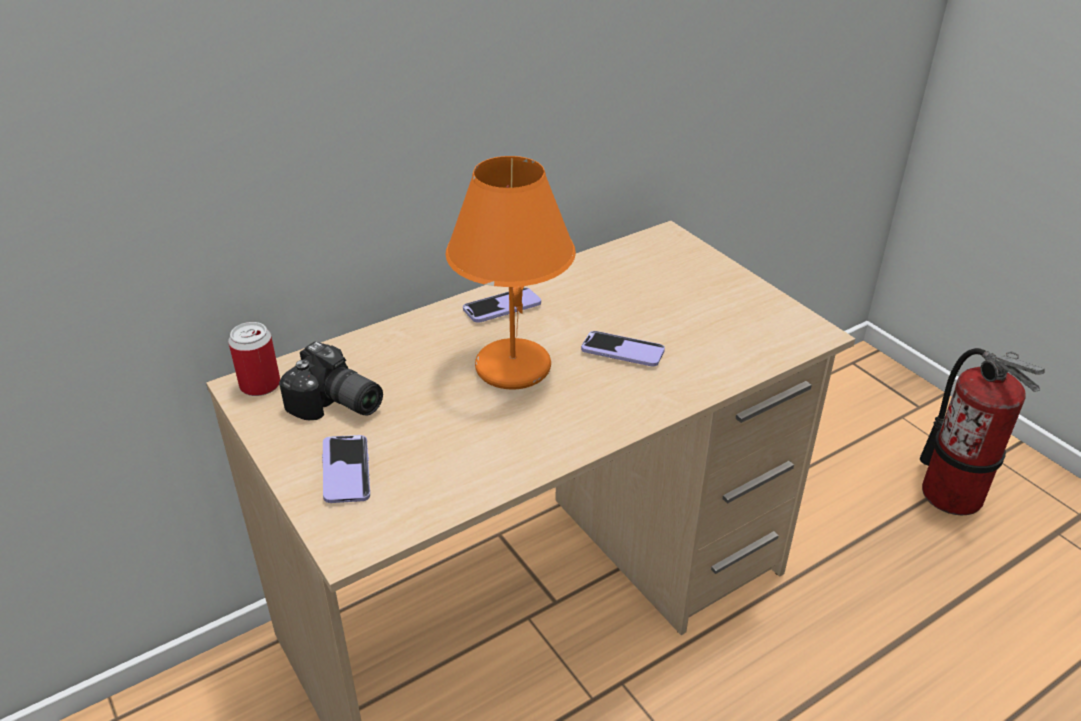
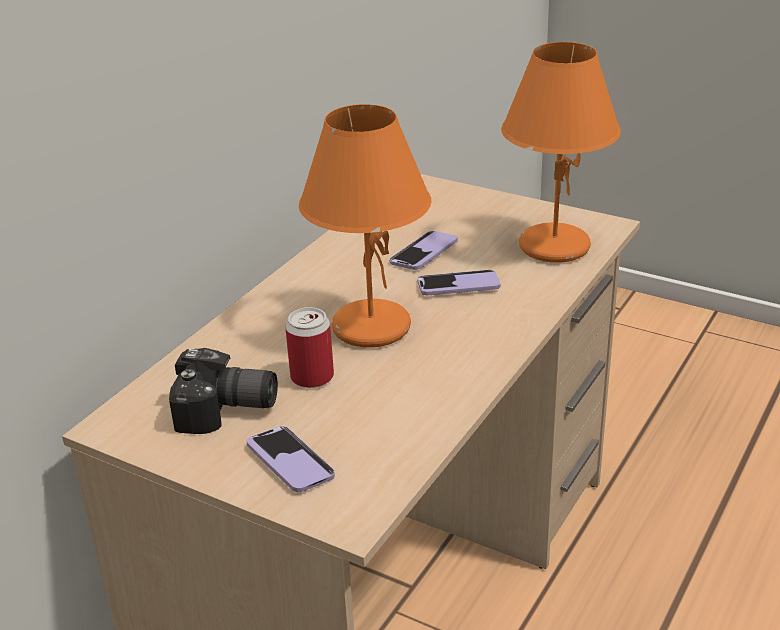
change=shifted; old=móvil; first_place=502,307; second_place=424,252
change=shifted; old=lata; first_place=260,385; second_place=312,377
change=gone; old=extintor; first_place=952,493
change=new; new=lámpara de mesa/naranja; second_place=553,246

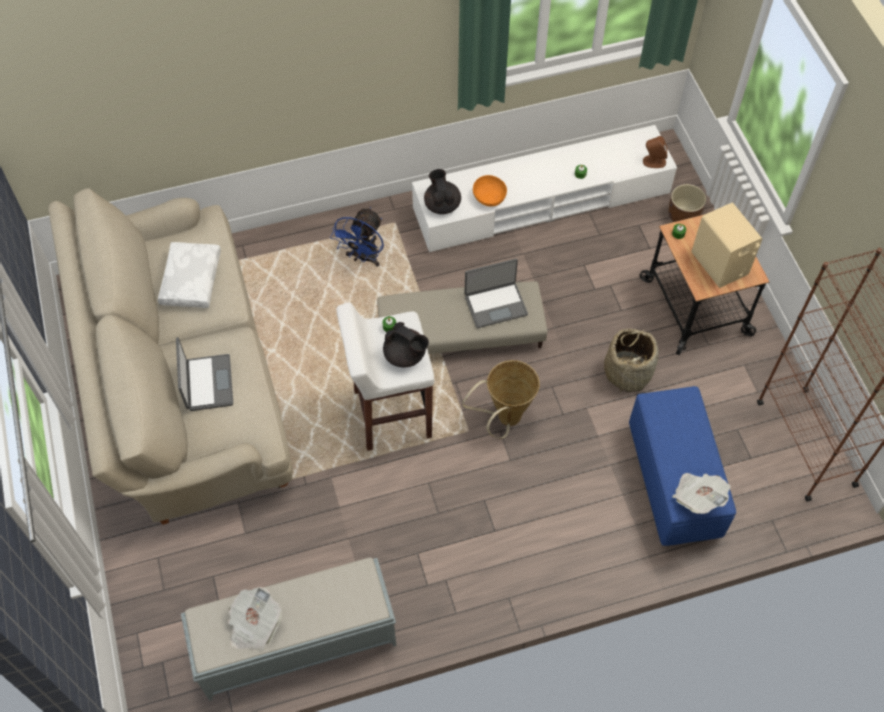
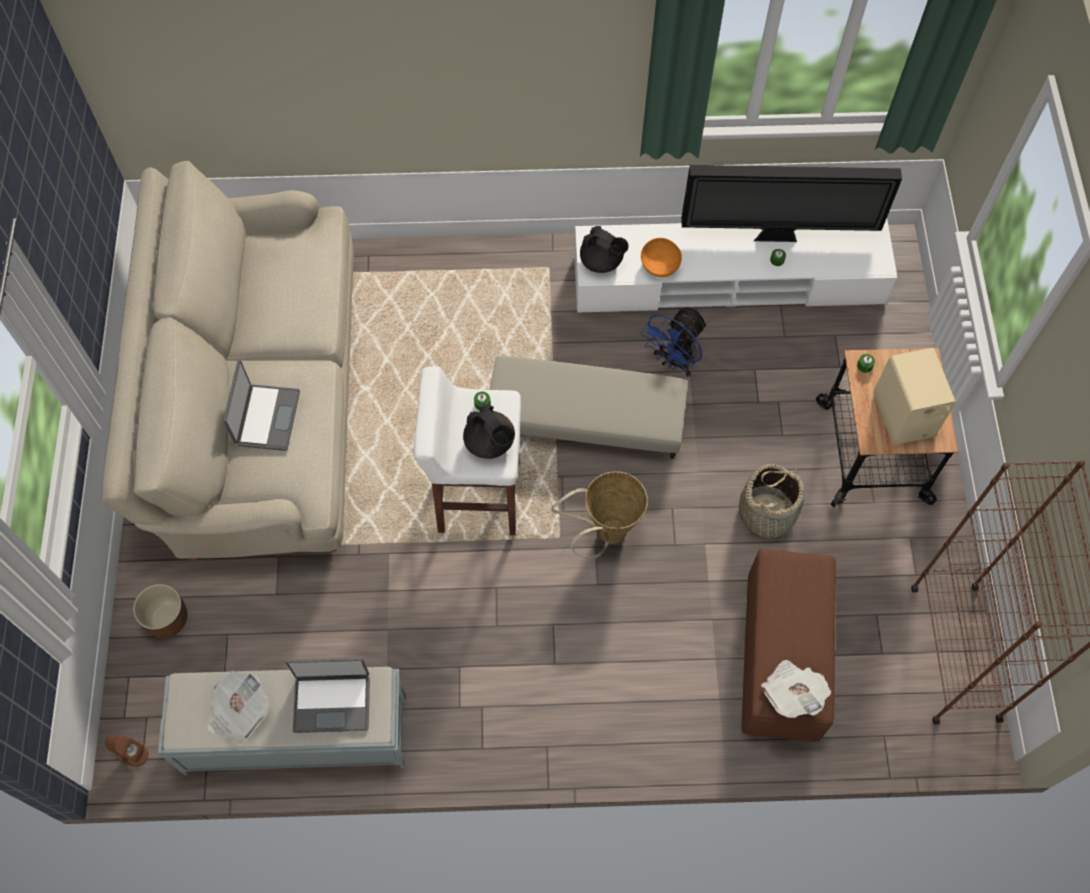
change=shifted; old=altavoz/marrón; first_place=654,161; second_place=132,753
change=rotated; old=tetera/negro; first_place=442,204; second_place=602,261; degrees=120
change=shifted; old=maceta/marrón; first_place=682,216; second_place=167,618
change=shifted; old=ventilador/azul; first_place=363,258; second_place=673,362
change=gone; old=cojín/blanco; first_place=190,279
change=shifted; old=portátil; first_place=495,304; second_place=332,701
change=repainted; old=puf/azul; new=puf/marrón; first_place=674,481; second_place=781,658
change=new; new=televisor; second_place=778,236

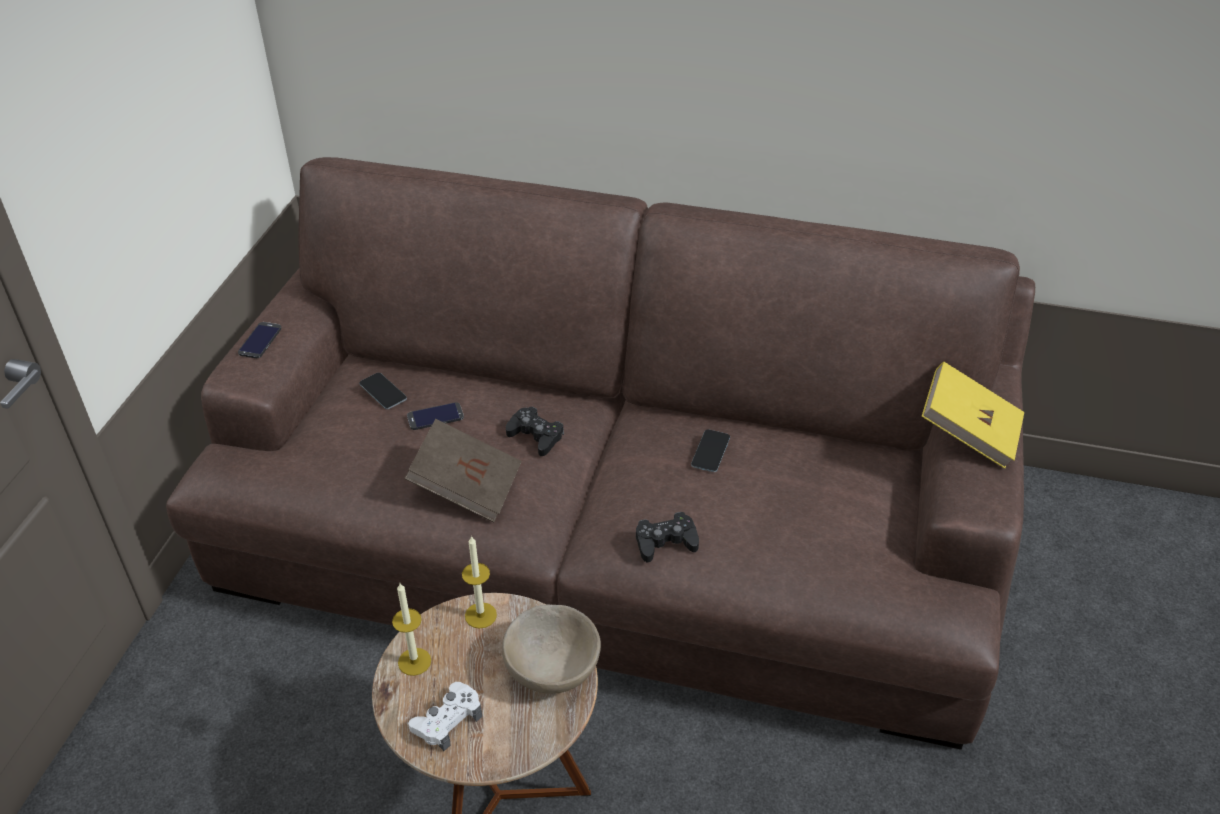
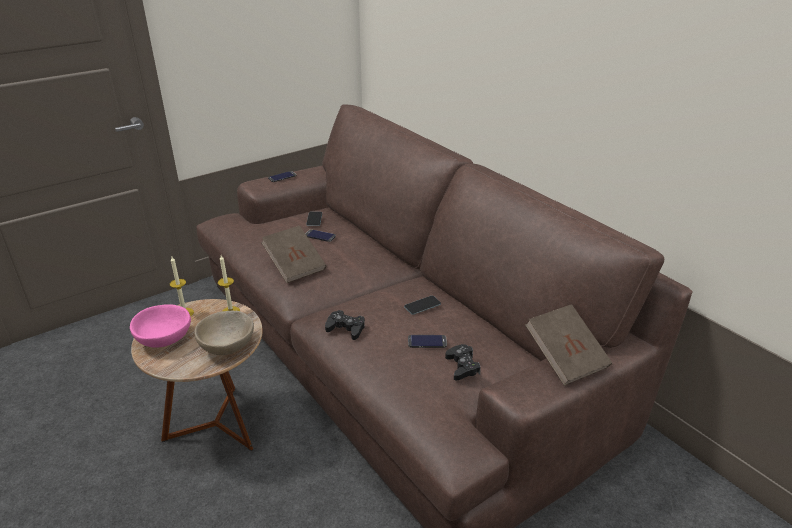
change=repainted; old=libro/amarillo; new=libro/marrón; first_place=968,433; second_place=565,358
change=shifted; old=mando de consola/negro; first_place=536,436; second_place=462,366
change=swapped; old=mando de consola/blanco; new=cuenco/rosa; first_place=447,720; second_place=164,340
change=new; new=móvil; second_place=427,342

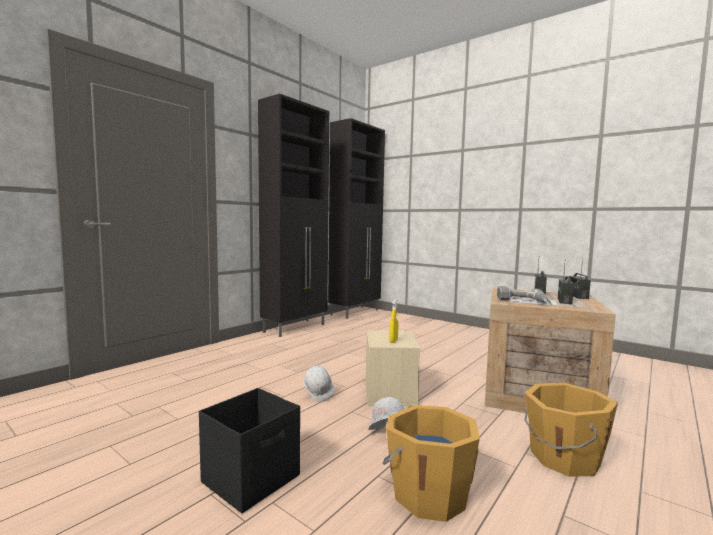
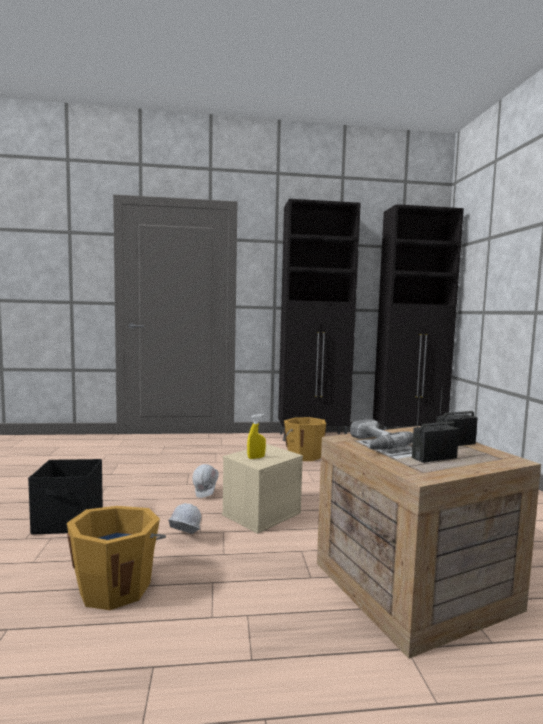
change=gone; old=radio; first_place=577,296
change=shifted; old=cubo/naranja; first_place=563,458; second_place=303,455

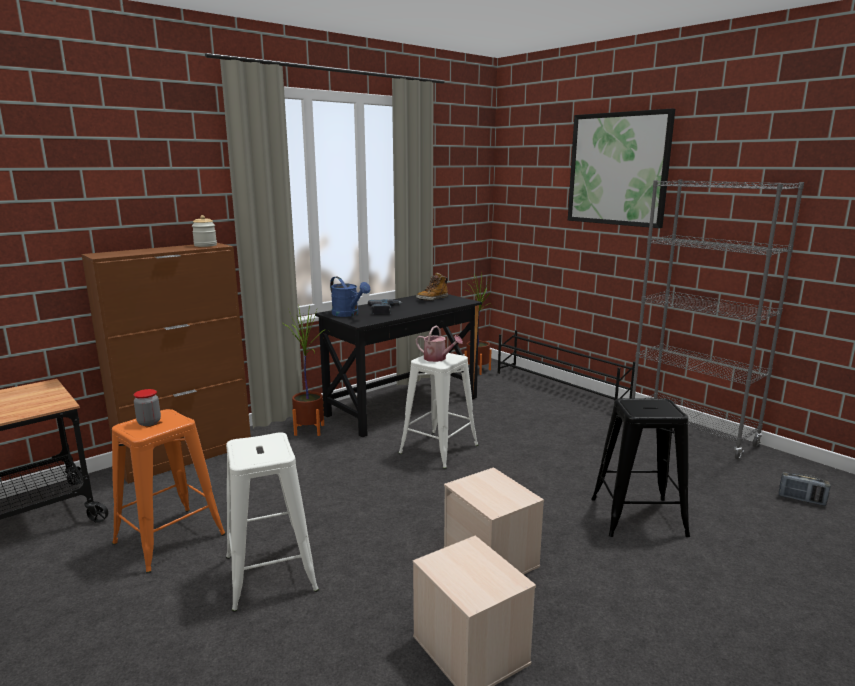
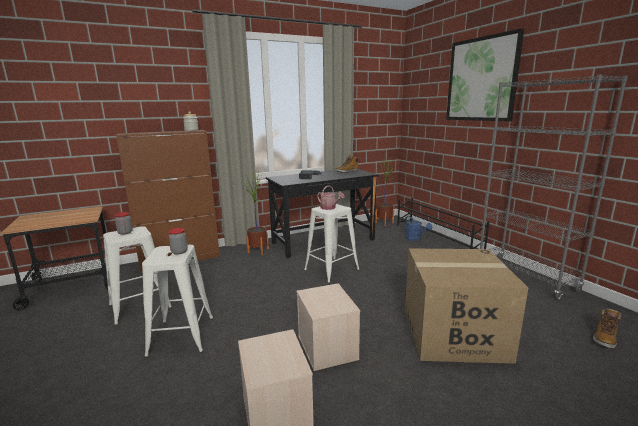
change=shifted; old=regadera/azul; first_place=348,314; second_place=415,239
change=swapped; old=taburete/negro; new=caja de cartón; first_place=638,517; second_place=453,333
change=repainted; old=taburete/naranja; new=taburete/blanco; first_place=168,539; second_place=139,306
change=swapped; old=radio; new=bota; first_place=801,499; second_place=604,338
change=new; new=tarro; second_place=179,252

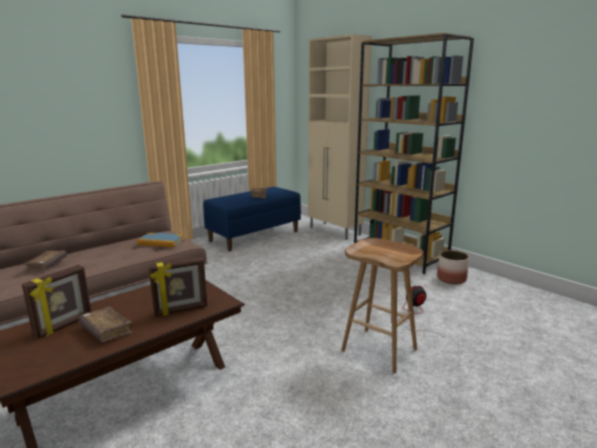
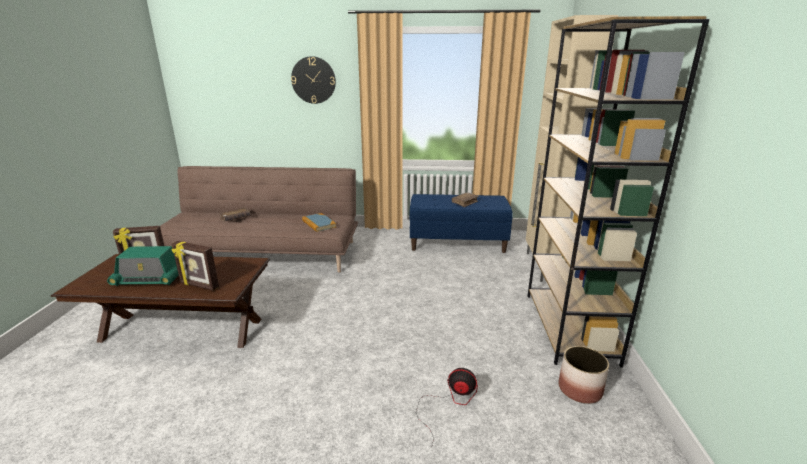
change=gone; old=taburete/marrón; first_place=380,350
change=swapped; old=libro/marrón; new=radio; first_place=106,330; second_place=149,279
change=new; new=reloj de pared; second_place=313,80

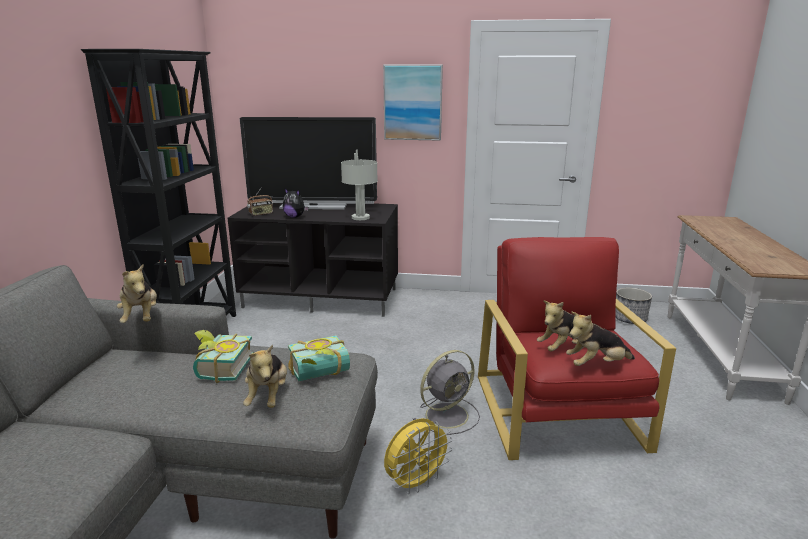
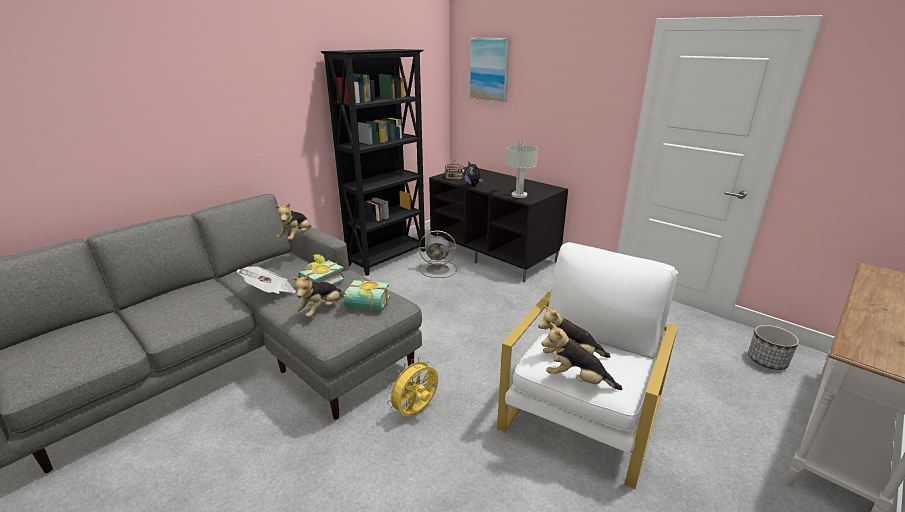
change=shifted; old=cuadro; first_place=413,102; second_place=489,69
change=gone; old=televisor; first_place=313,206
change=repainted; old=sillón/rojo; new=sillón/blanco; first_place=558,412; second_place=581,413
change=shifted; old=ventilador/gris; first_place=448,415; second_place=439,269
change=rotated; old=ventilador/amarillo; first_place=416,483; second_place=416,412; degrees=135
change=new; new=periódico; second_place=270,292

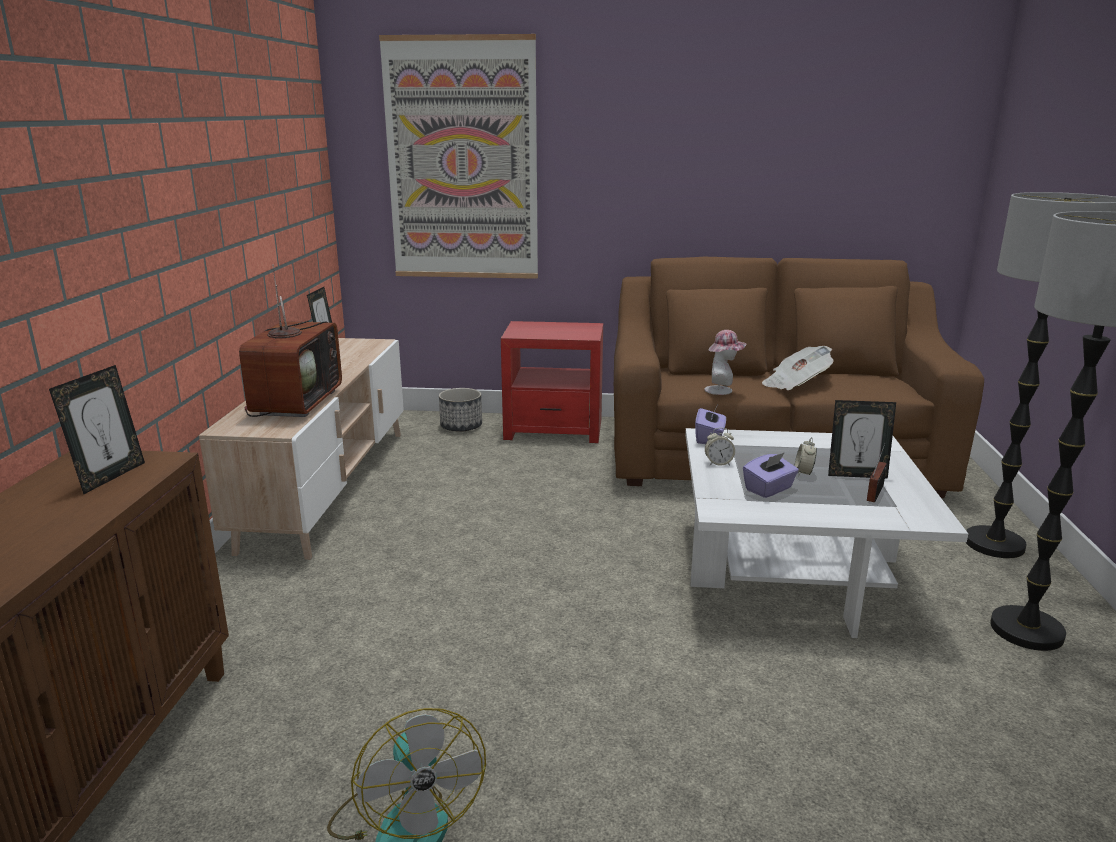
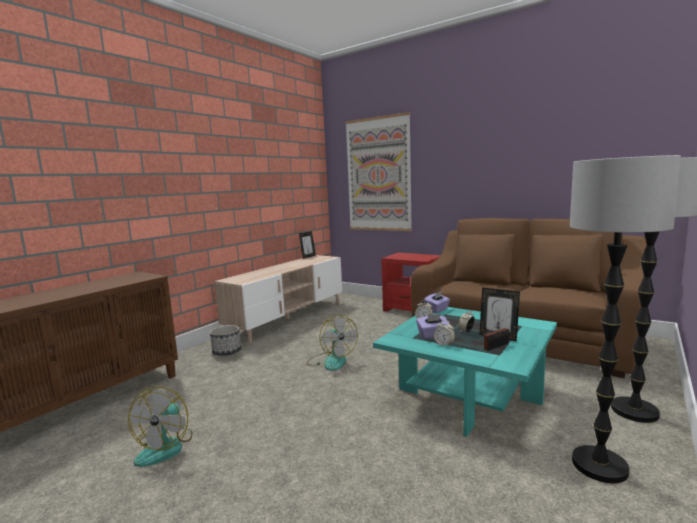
change=gone; old=televisor; first_place=295,402
change=gone; old=sombrero; first_place=722,390
change=gone; old=periódico; first_place=795,385
change=gone; old=portarretratos; first_place=110,477
change=shifted; old=maceta; first_place=461,426; second_place=226,351
change=repainted; old=mesa de centro/blanco; new=mesa de centro/turquesa; first_place=795,573; second_place=467,396
change=new; new=ventilador; second_place=331,361
change=new; new=despertador; second_place=444,344

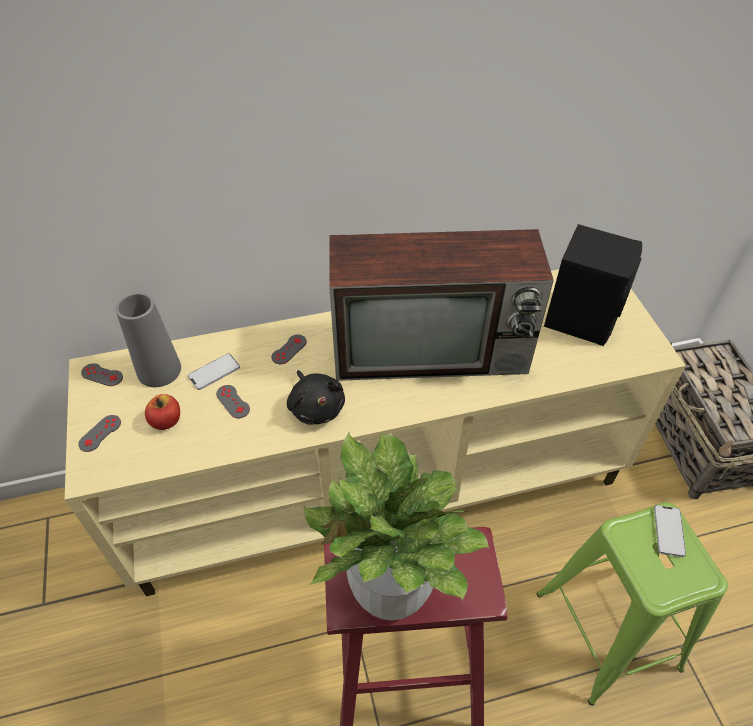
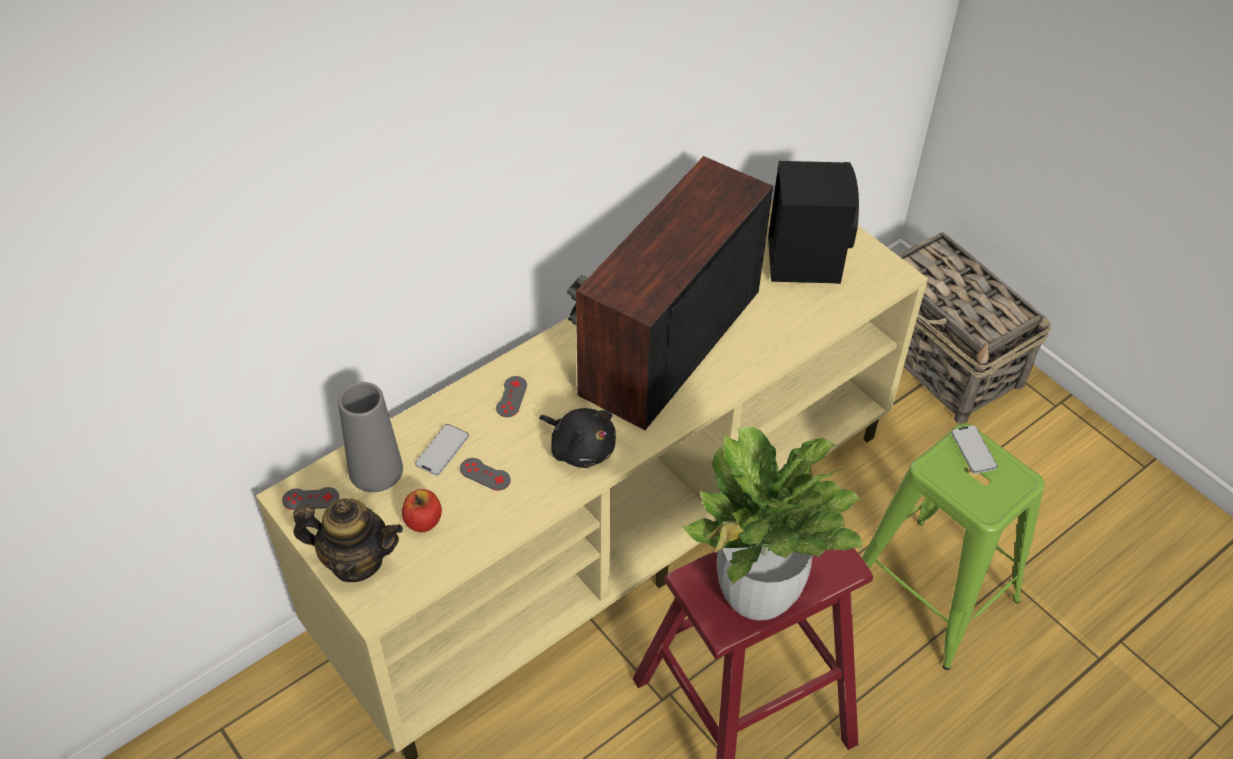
change=rotated; old=televisor; first_place=433,350; second_place=670,345; degrees=150
change=swapped; old=mando de consola/gris; new=tetera; first_place=100,433; second_place=356,560

